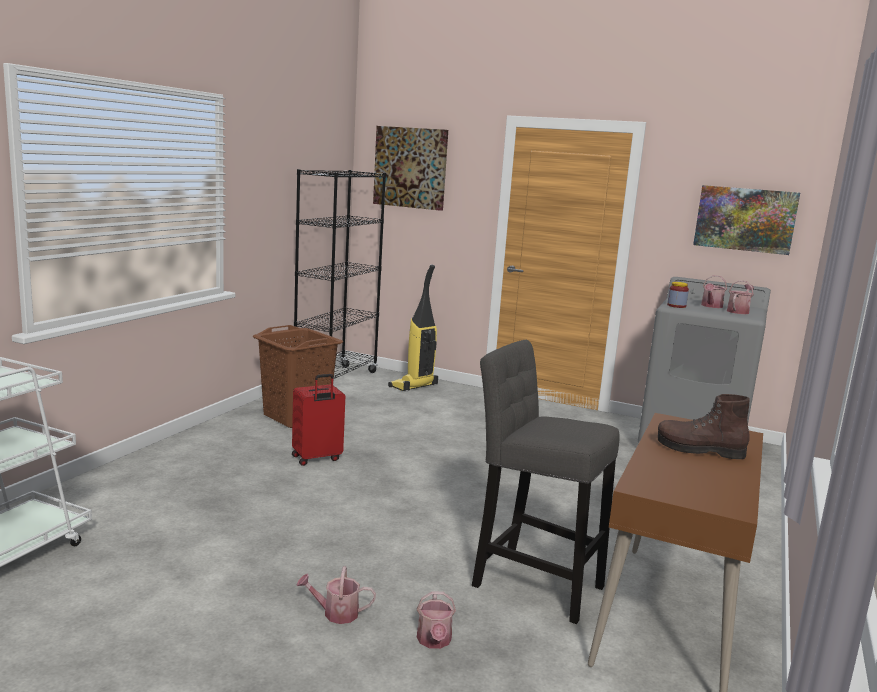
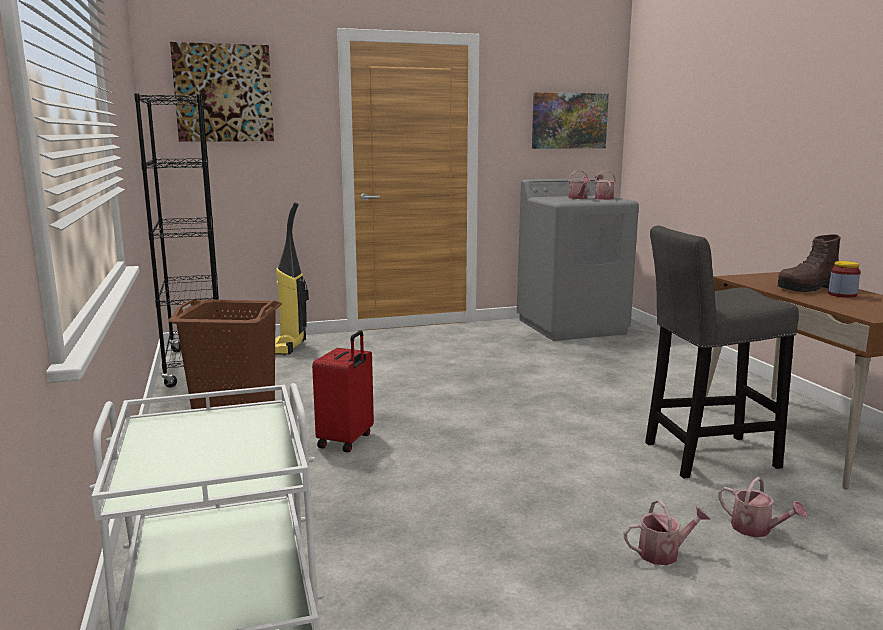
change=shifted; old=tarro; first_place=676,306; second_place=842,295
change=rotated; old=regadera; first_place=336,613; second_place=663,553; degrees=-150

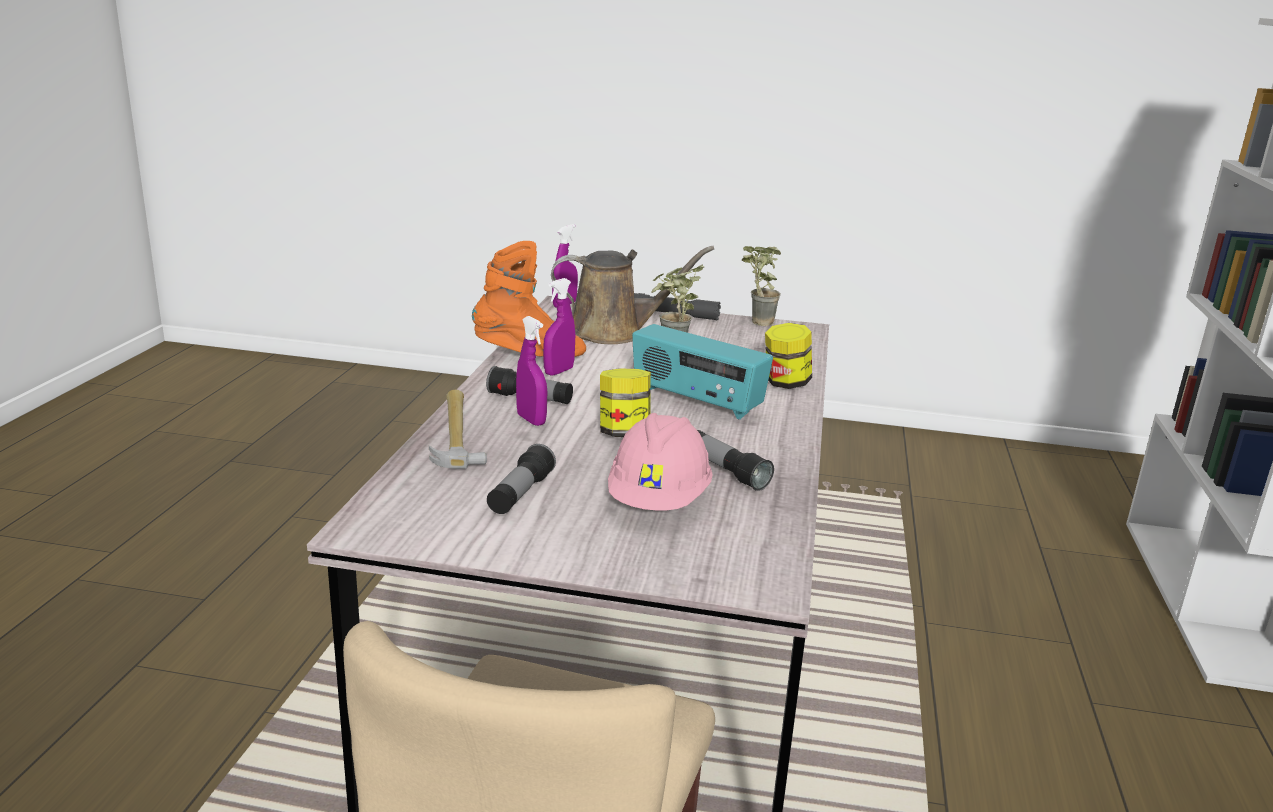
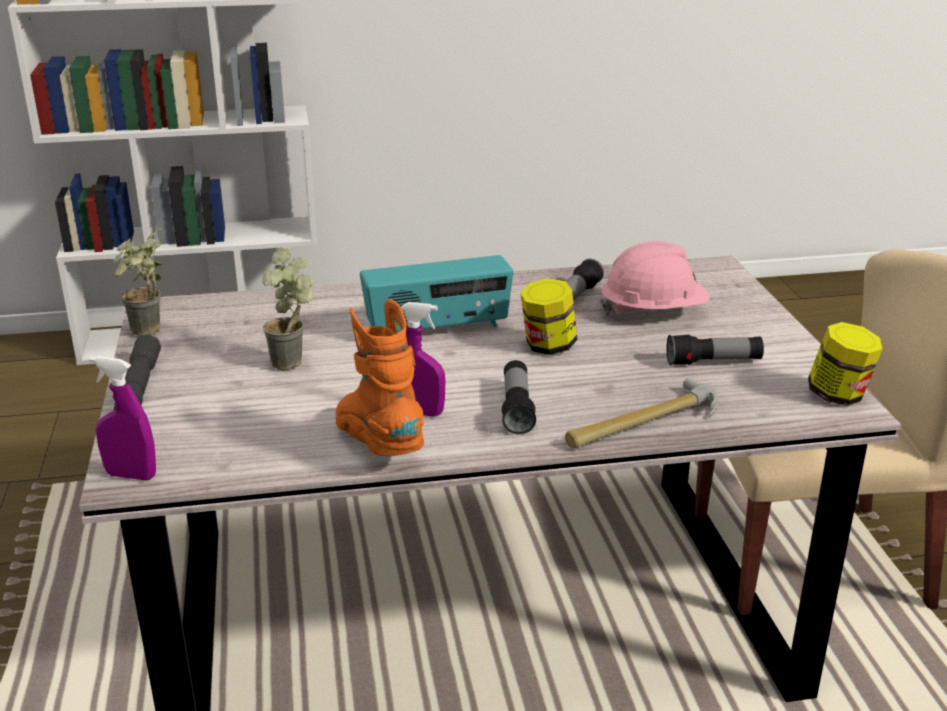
change=gone; old=regadera/marrón; first_place=613,332
change=gone; old=pulverizador/morado; first_place=531,420
change=shifted; old=tarro; first_place=785,383; second_place=838,395
change=rotated; old=radio; first_place=696,401; second_place=438,329; degrees=60

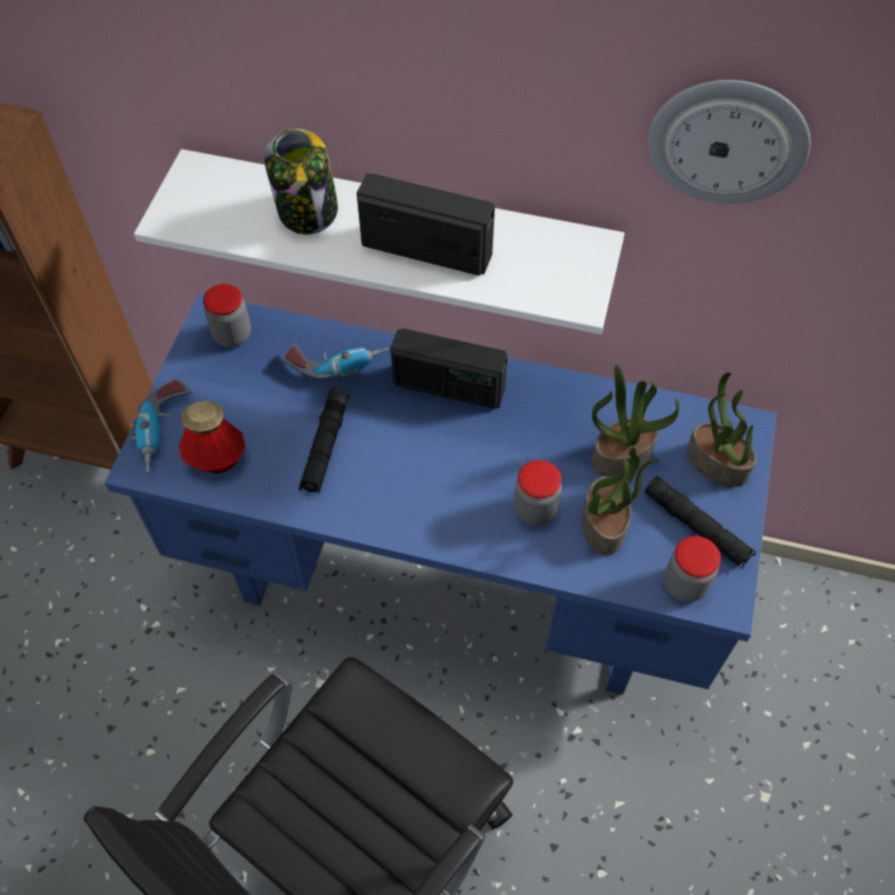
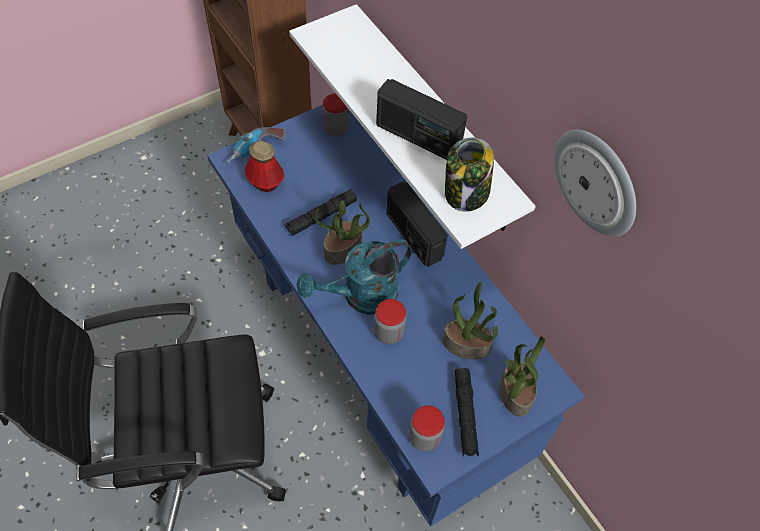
change=shifted; old=tarro; first_place=308,211; second_place=466,193
change=rotated; old=radio; first_place=426,248; second_place=418,137; degrees=150
change=gone; old=taladro; first_place=336,363
change=shifted; old=planta en maceta; first_place=605,524; second_place=343,249
change=new; new=regadera/turquesa; second_place=361,296

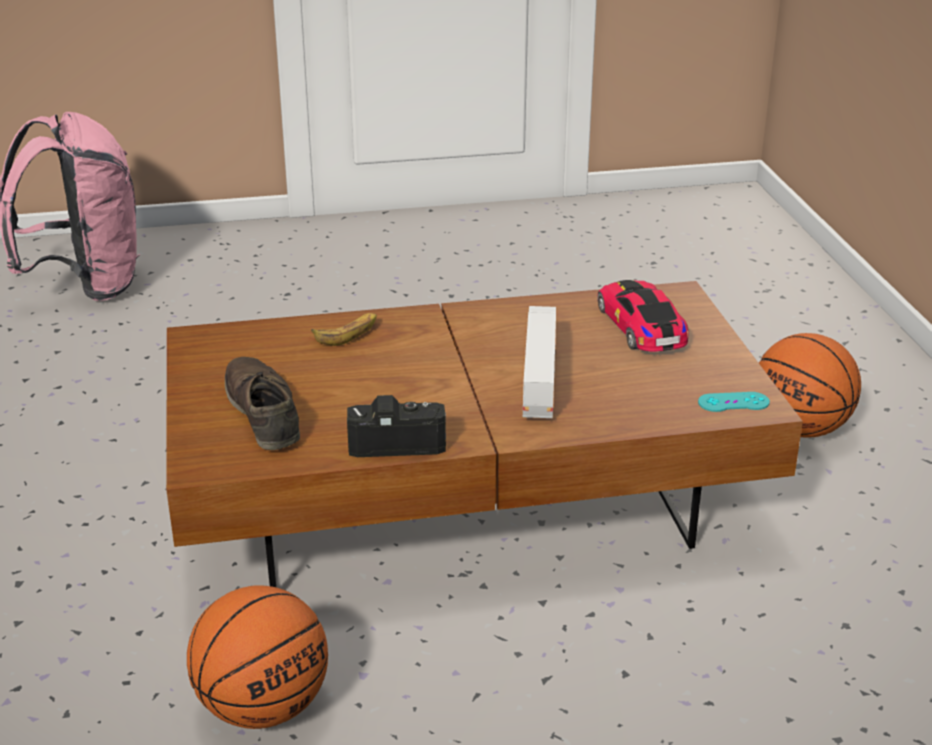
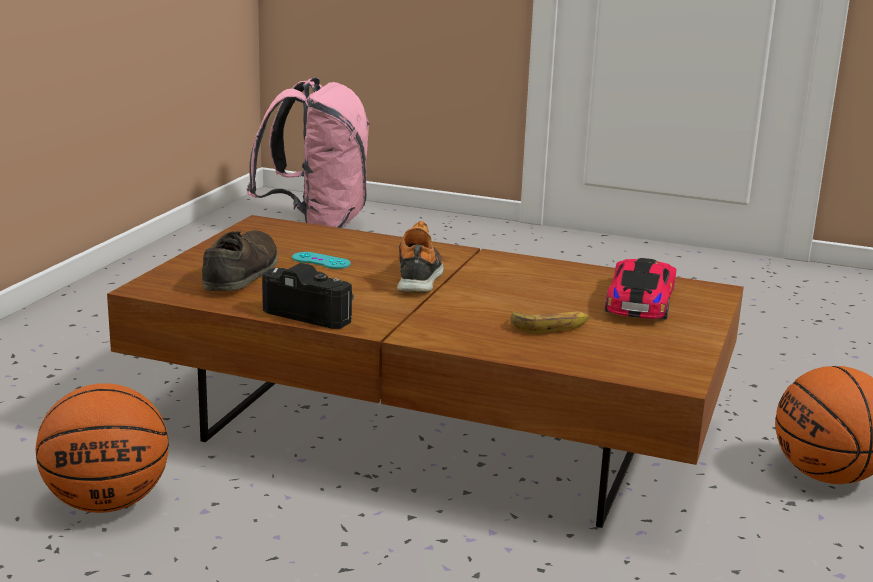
change=gone; old=camión de juguete; first_place=539,376
change=shifted; old=plátano; first_place=348,333; second_place=550,326
change=shifted; old=mando de consola/turquesa; first_place=733,402; second_place=321,261
change=new; new=zapato; second_place=419,277

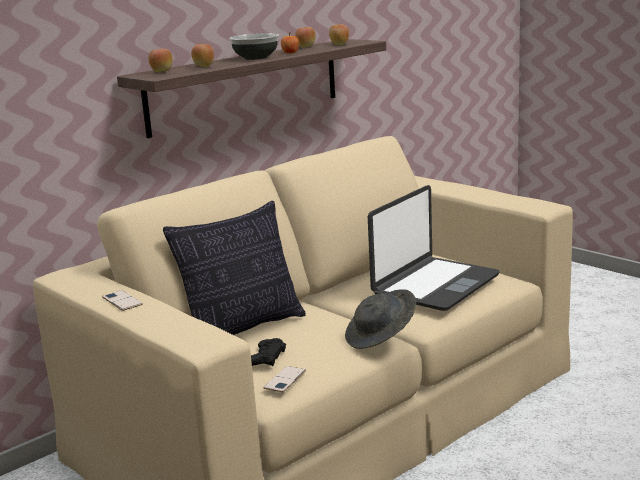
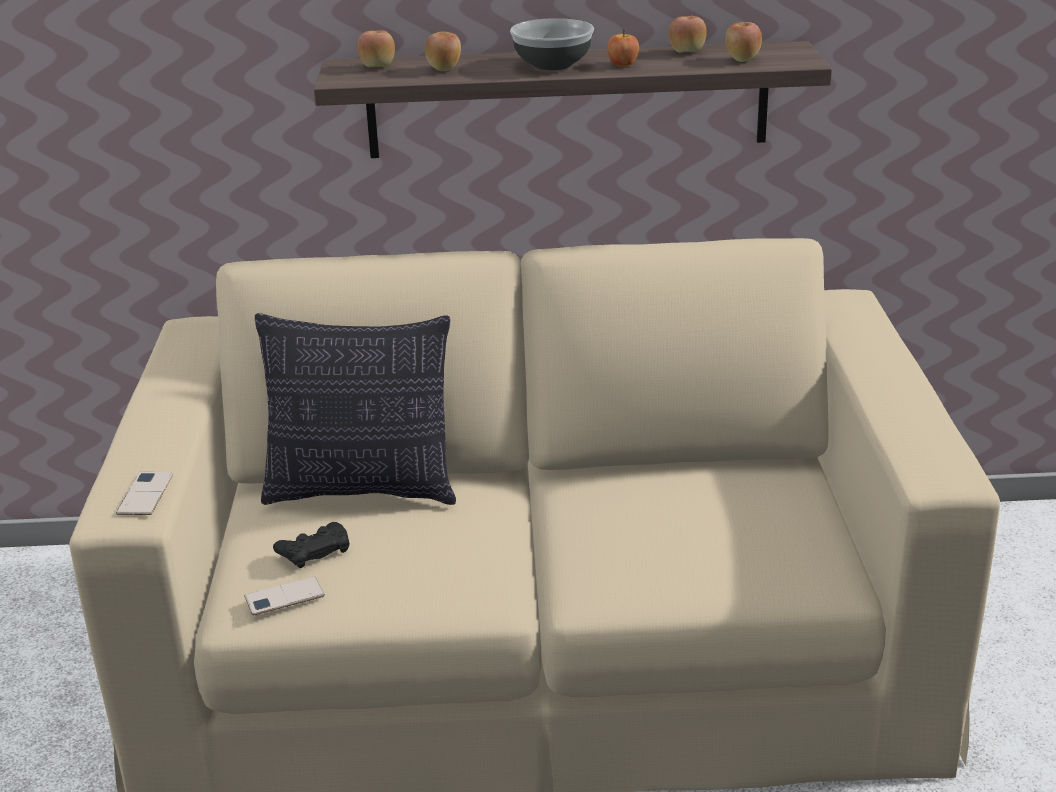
change=gone; old=portátil; first_place=434,285
change=gone; old=sombrero/gris; first_place=381,337
change=shifted; old=móvil; first_place=122,301; second_place=145,494

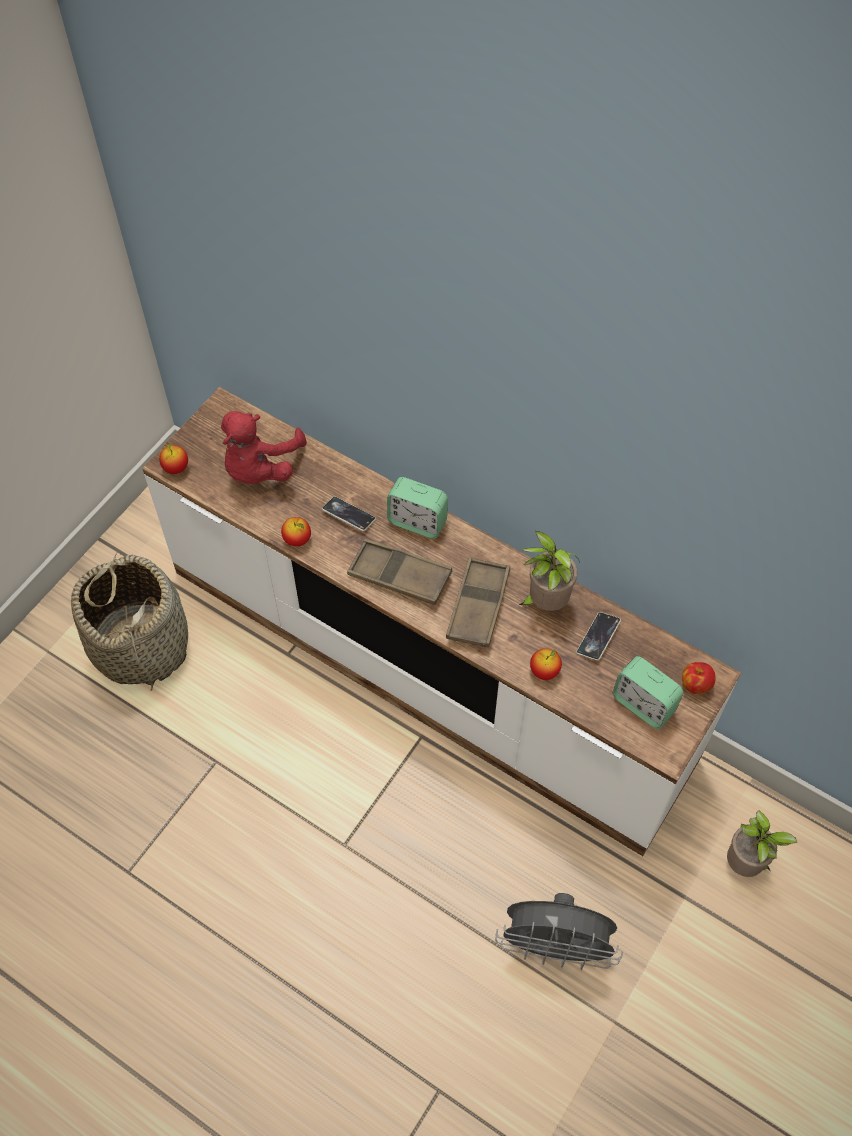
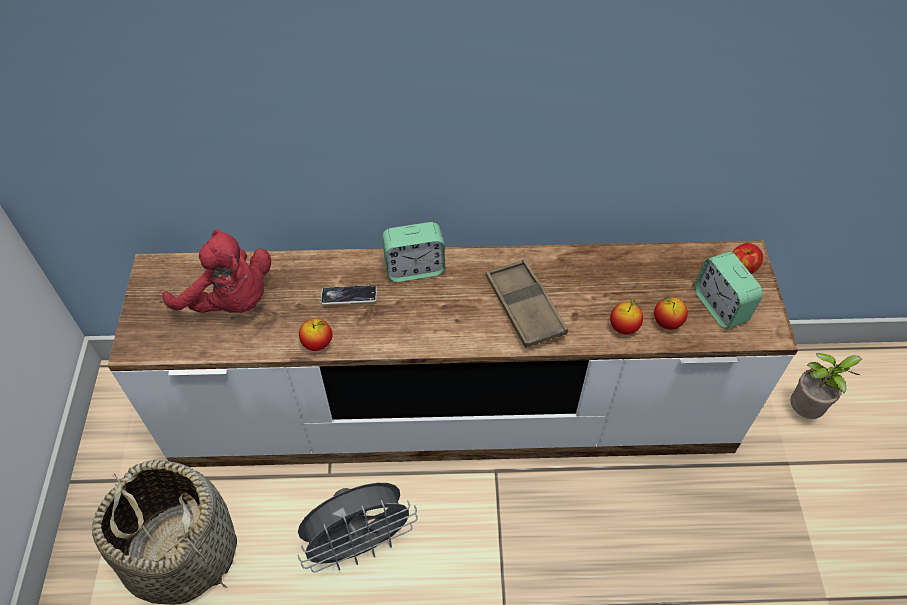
change=rotated; old=peluche/rojo; first_place=259,467; second_place=230,301; degrees=-45
change=shifted; old=manzana; first_place=176,468; second_place=667,322
change=gone; old=planta en maceta; first_place=545,602
change=gone; old=bandeja/marrón; first_place=399,576
change=gone; old=móvil; first_place=598,638
change=rotated; old=despertador; first_place=643,704; second_place=720,306; degrees=60
change=shifted; old=ventilador/gris; first_place=555,947; second_place=360,544

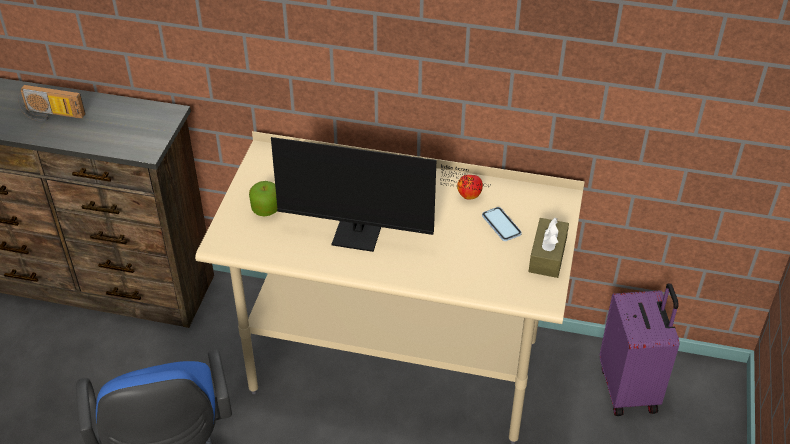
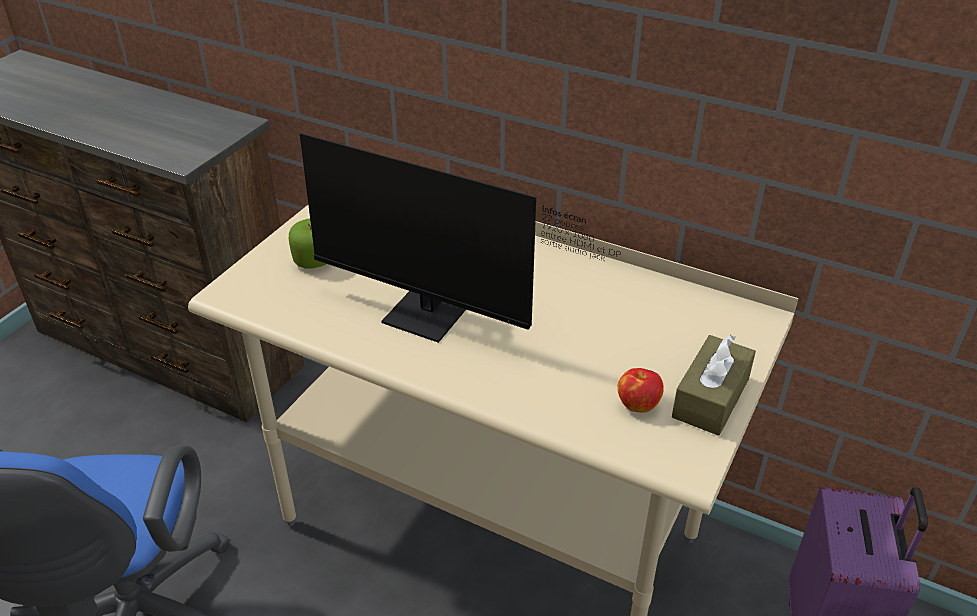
change=gone; old=radio; first_place=51,115
change=shifted; old=manzana; first_place=469,195; second_place=638,404
change=gone; old=móvil; first_place=501,225

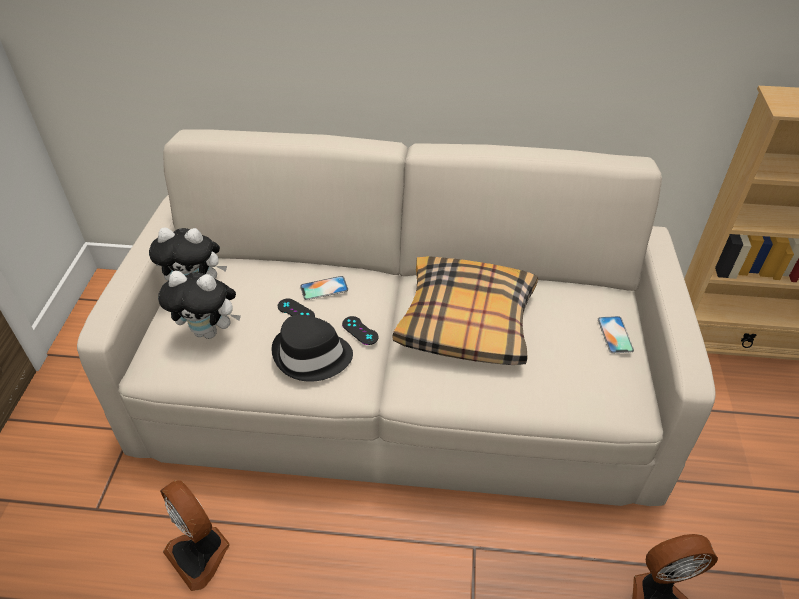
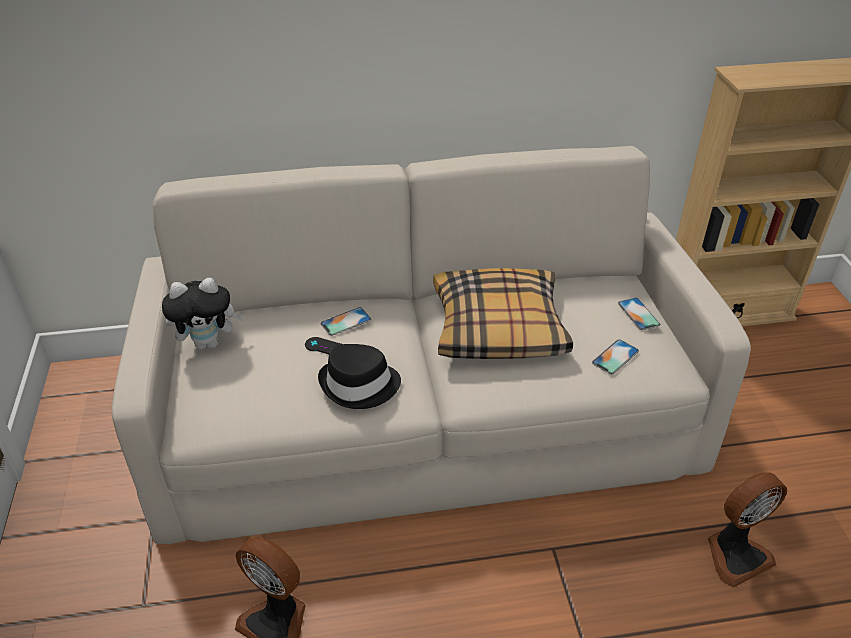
change=gone; old=peluche; first_place=209,331
change=gone; old=mando de consola/negro; first_place=360,330
change=new; new=móvil; second_place=615,357

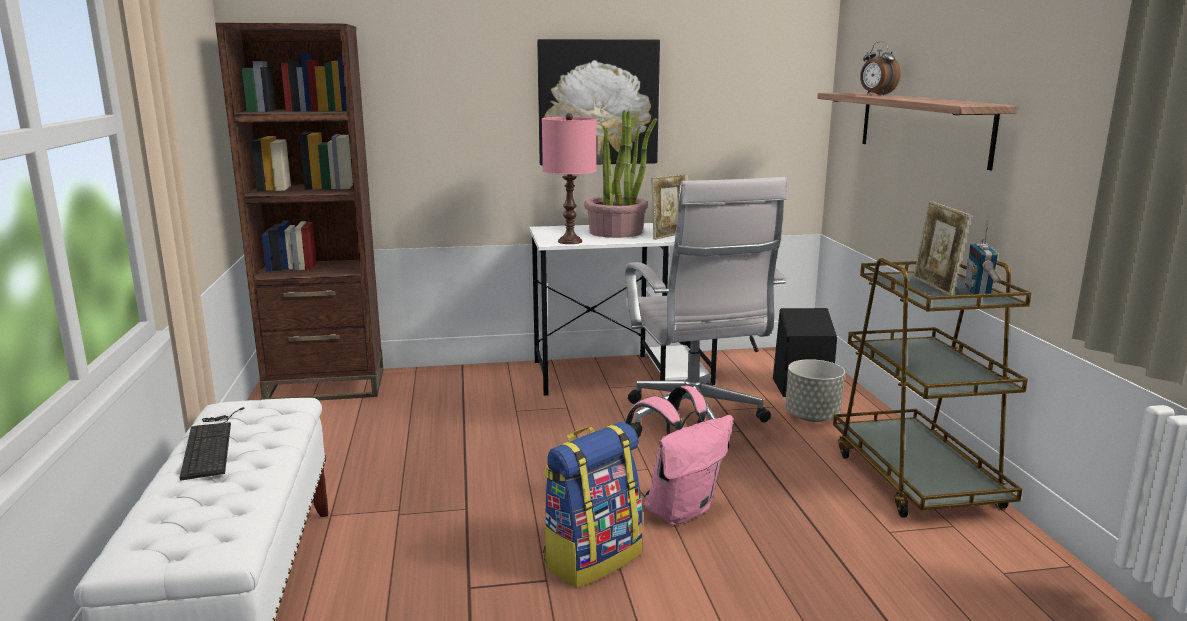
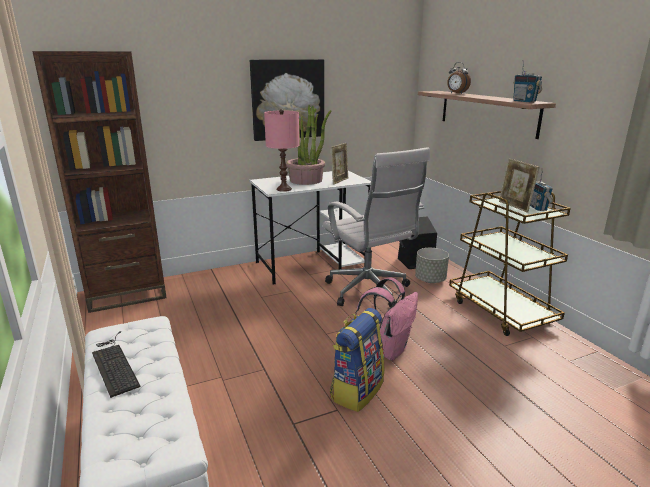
change=new; new=radio; second_place=524,101

